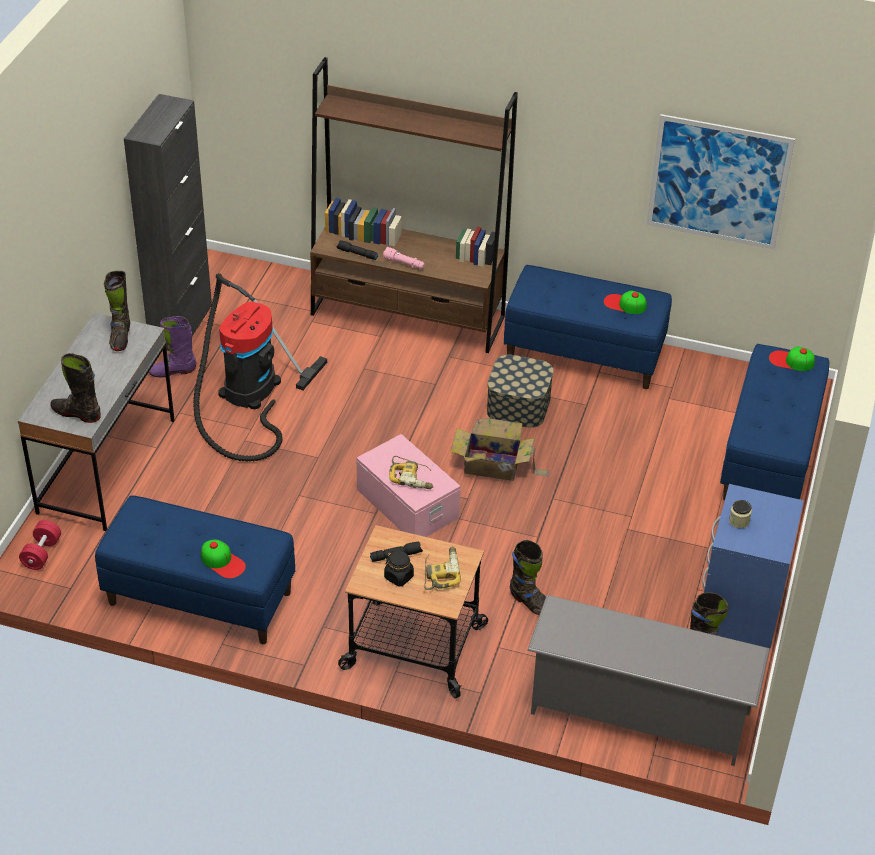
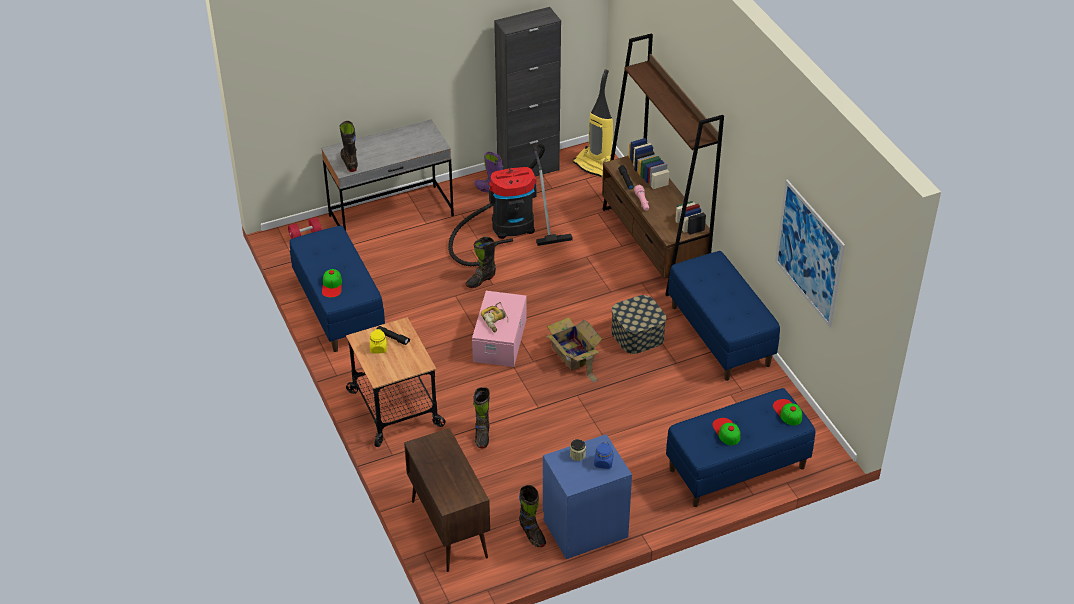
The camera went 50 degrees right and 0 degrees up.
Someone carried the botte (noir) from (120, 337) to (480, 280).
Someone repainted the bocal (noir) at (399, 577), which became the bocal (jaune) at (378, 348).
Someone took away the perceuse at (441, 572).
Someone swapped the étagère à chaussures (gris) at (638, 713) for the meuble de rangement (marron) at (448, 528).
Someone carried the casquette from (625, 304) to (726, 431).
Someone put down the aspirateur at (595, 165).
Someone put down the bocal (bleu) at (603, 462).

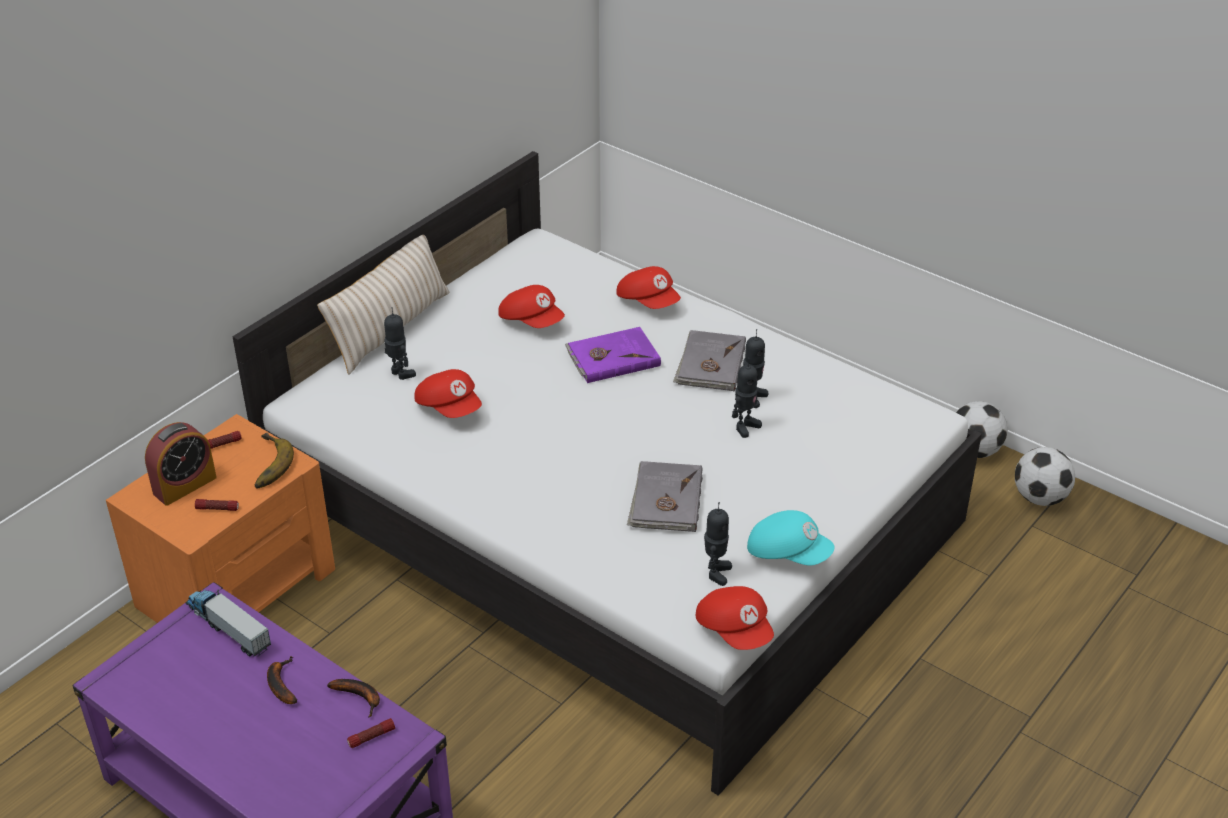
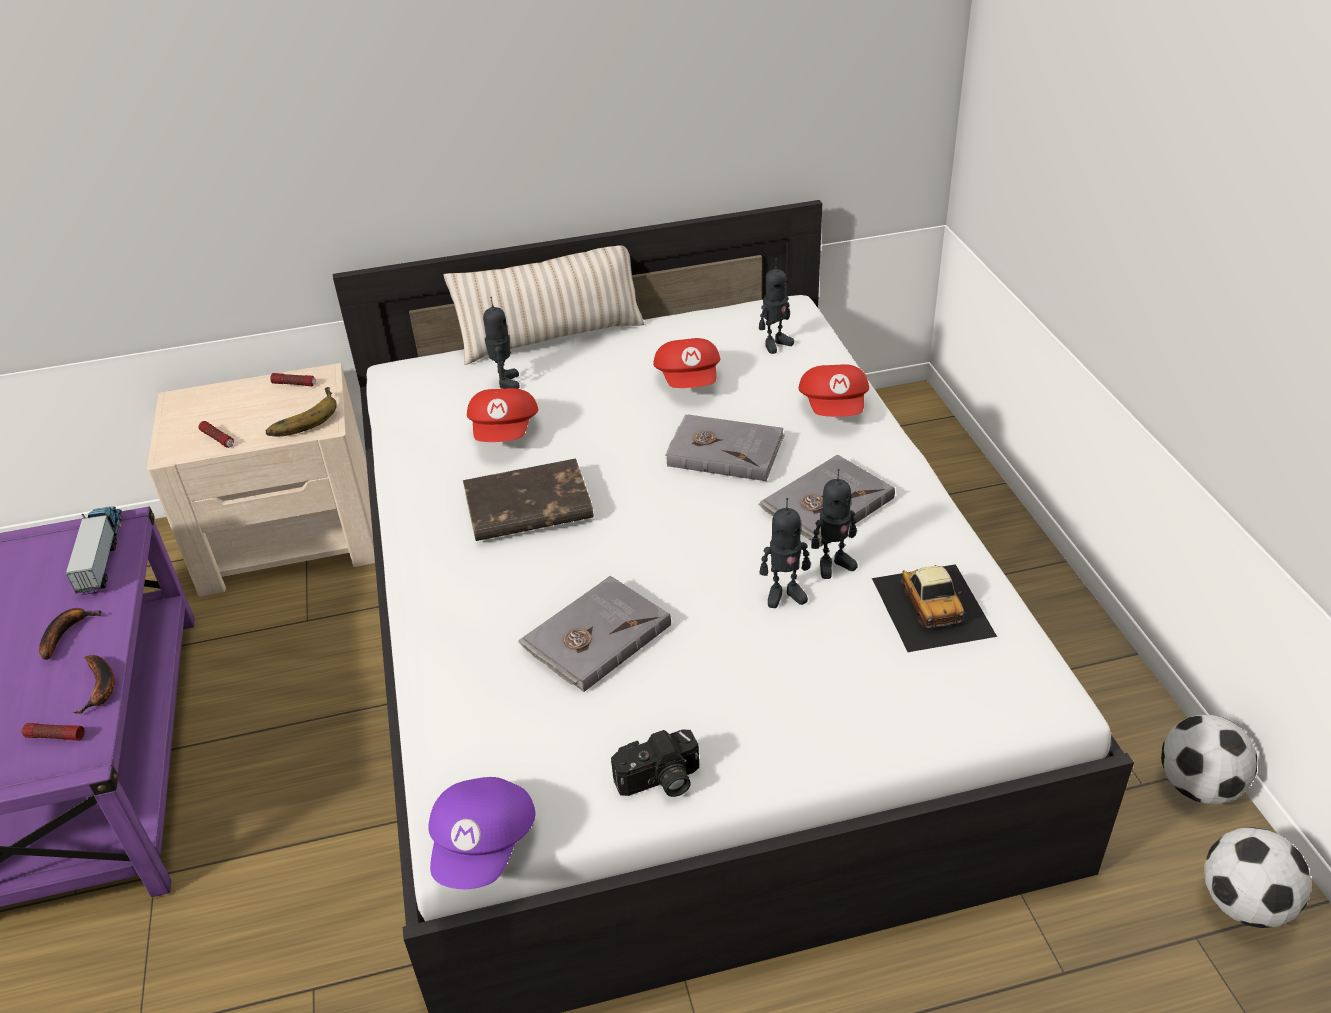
The camera went 40 degrees right and 0 degrees up.
Someone repainted the table de chevet (orange) at (237, 587), which became the table de chevet (beige) at (291, 538).
Someone took away the réveil at (185, 485).
Someone repainted the livre (violet) at (612, 357), which became the livre (gris) at (725, 451).
Someone repainted the casquette (rouge) at (735, 630), which became the casquette (violet) at (485, 846).
Someone carried the robot jouet from (716, 573) to (775, 344).
Someone swapped the casquette (turquoise) at (788, 553) for the appareil photo at (660, 782).
Someone put down the livre (marron) at (527, 507).
Someone put down the petite voiture at (933, 606).

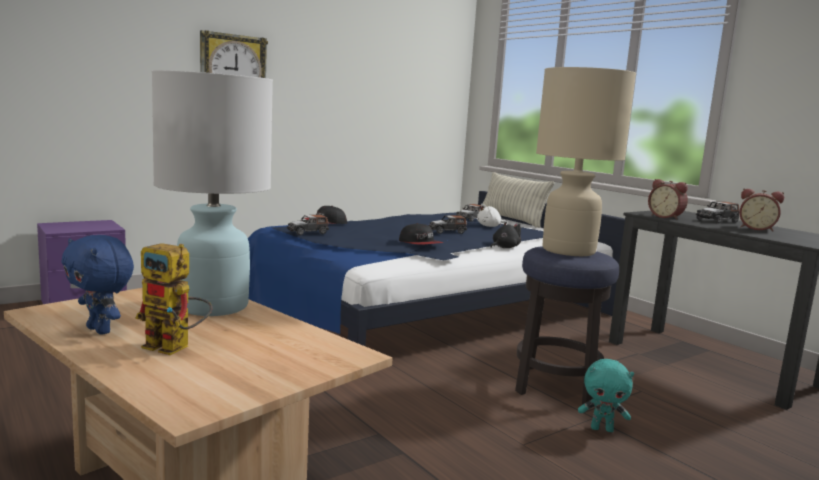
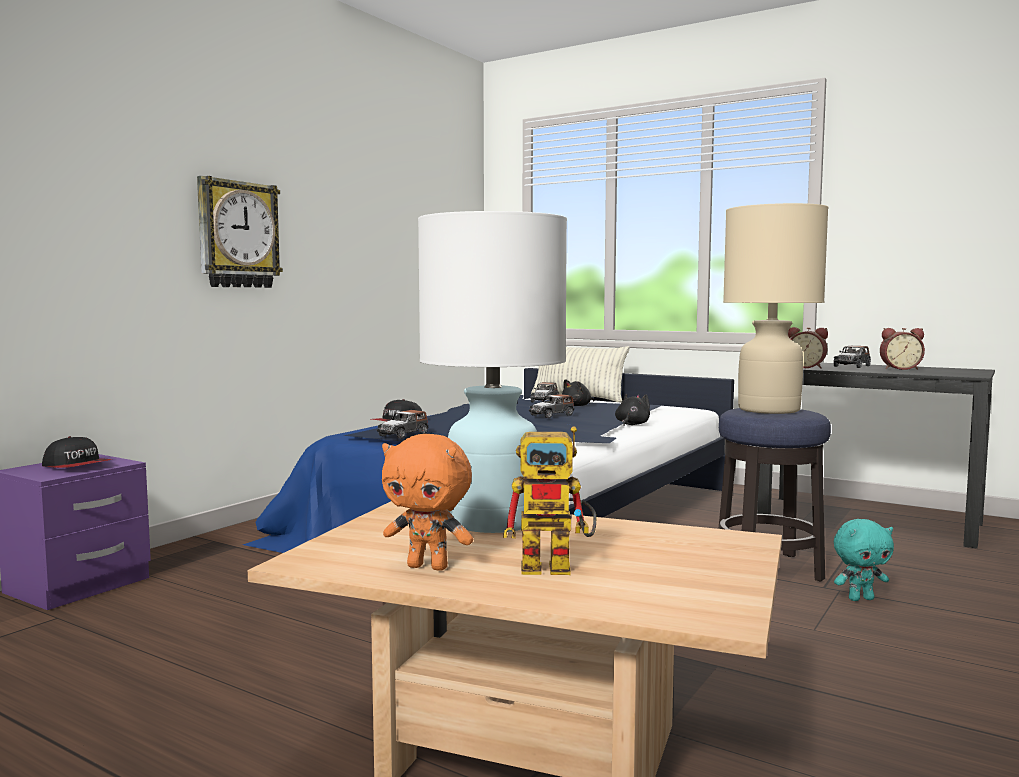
The camera went 20 degrees left and 5 degrees down.
Someone repainted the peluche (bleu) at (101, 330), which became the peluche (orange) at (429, 566).
Someone carried the casquette from (420, 243) to (77, 466).
Someone repainted the peluche (blanc) at (490, 226), which became the peluche (noir) at (578, 405).

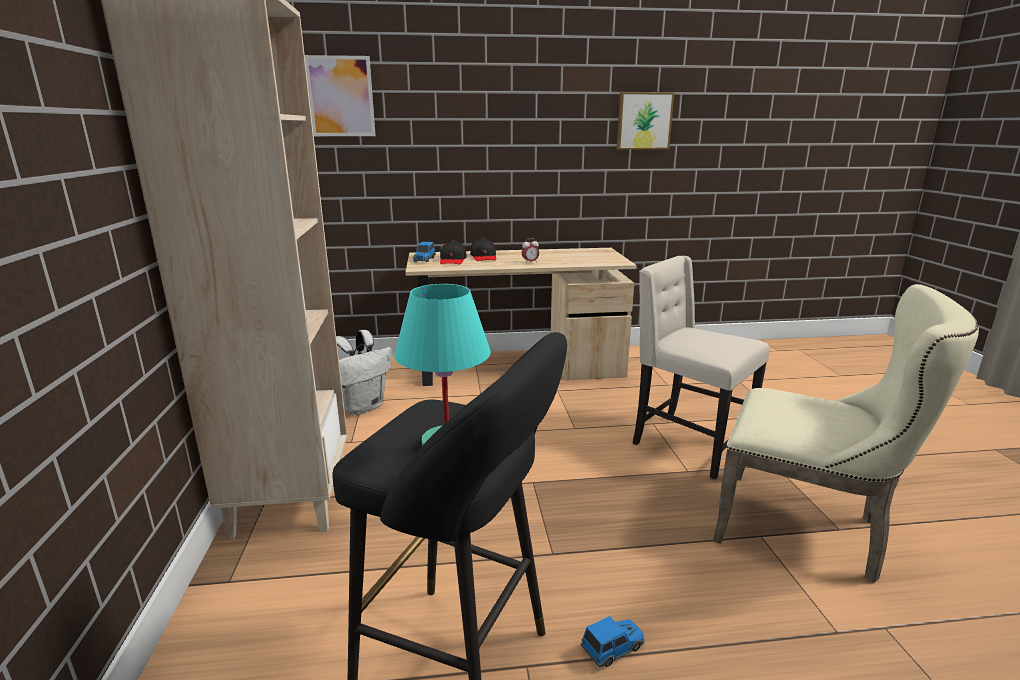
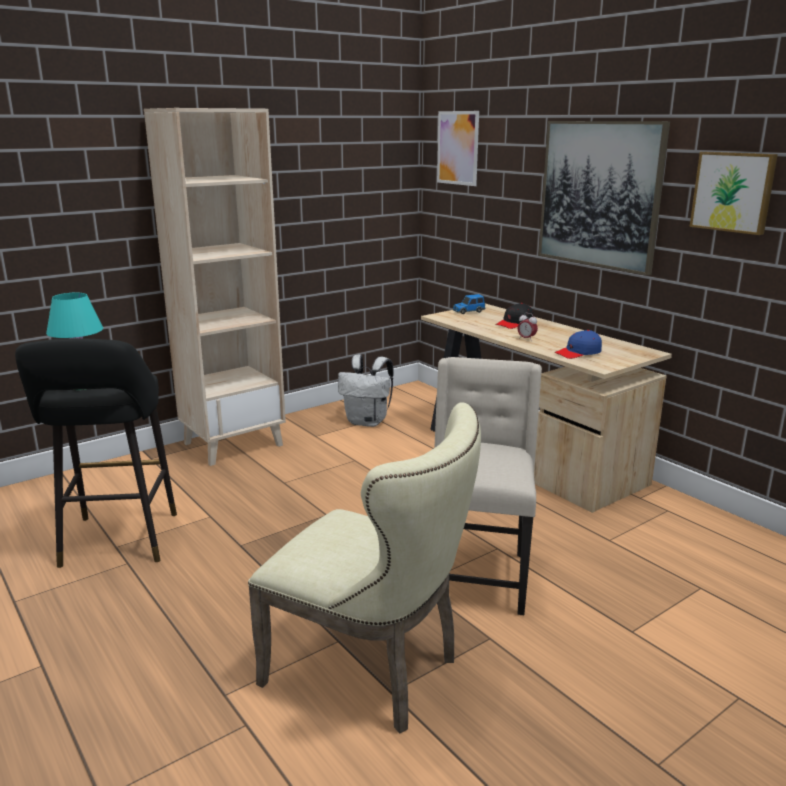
The camera went 60 degrees right and 0 degrees up.
Someone took away the casquette (noir) at (453, 260).
Someone took away the petite voiture at (613, 648).
Someone rotated the chaise (beige) at (809, 529) by 60 degrees counterclockwise.
Someone put up the tableau at (600, 194).
Someone put down the casquette (bleu) at (578, 353).

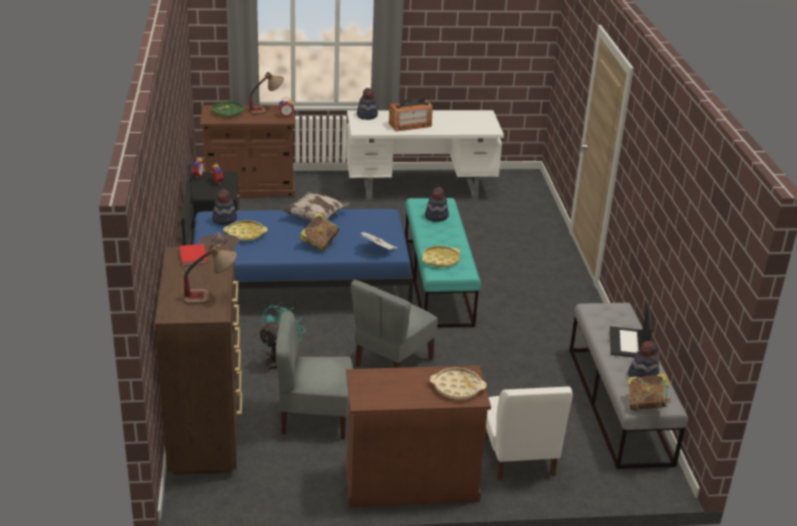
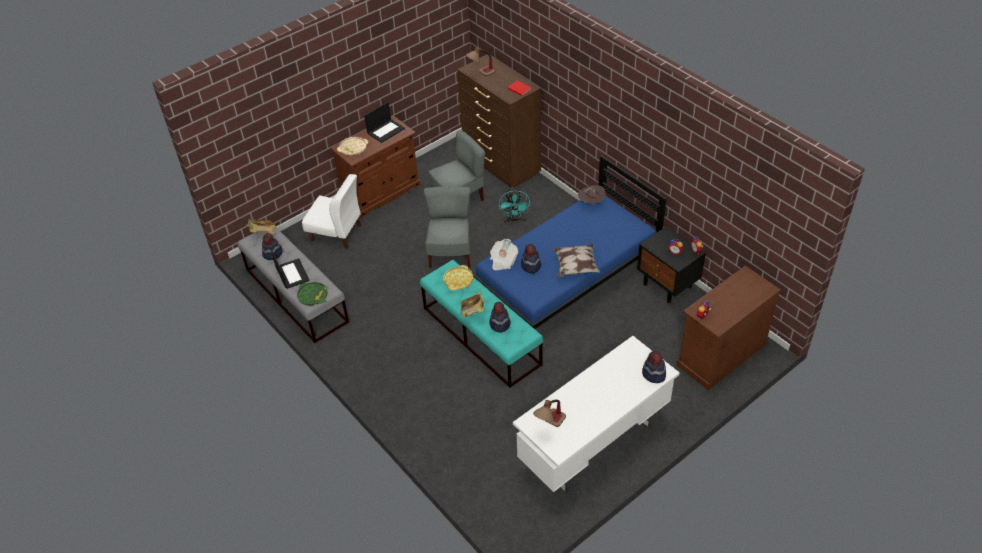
The camera went 150 degrees right and 15 degrees up.
Someone carried the plateau (vert) from (228, 112) to (312, 296).
Someone carried the chapeau from (225, 219) to (530, 266).
Someone took away the plateau (jaune) at (245, 234).
Someone carried the lampe de table from (266, 110) to (549, 426).
Someone carried the livre from (319, 244) to (473, 313).
Someone took away the radio at (410, 125).
Someone rotated the chaise (blanc) at (519, 456) by 150 degrees clockwise.
Someone put down the ordinateur portable at (386, 130).

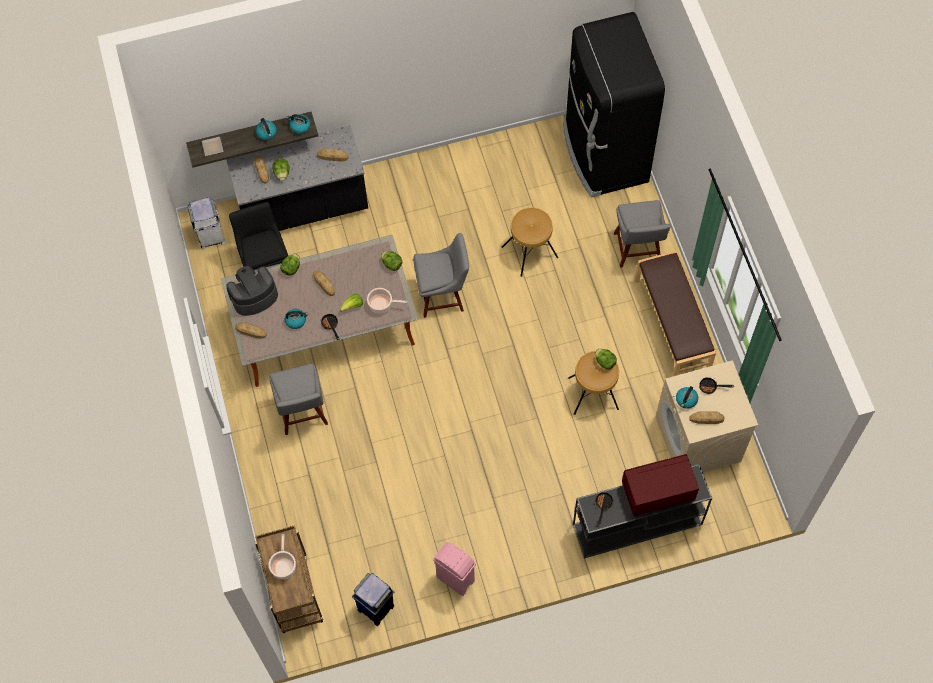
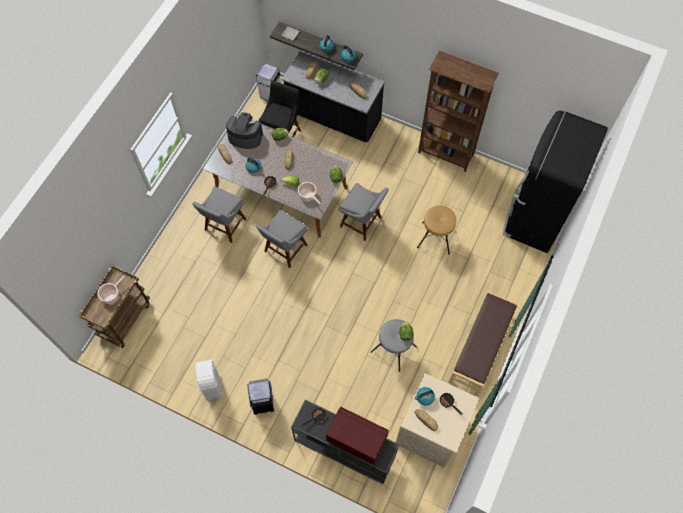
The camera went 40 degrees right and 0 degrees up.
Someone carried the poubelle (bleu) from (376, 607) to (263, 403).
Someone repainted the poubelle (rose) at (455, 579), which became the poubelle (blanc) at (213, 388).
Someone repainted the tabouret (marron) at (593, 393), which became the tabouret (gris) at (393, 349).
Someone carried the chaise (gris) from (637, 250) to (284, 250).
Someone put down the bibliothèque (marron) at (446, 154).

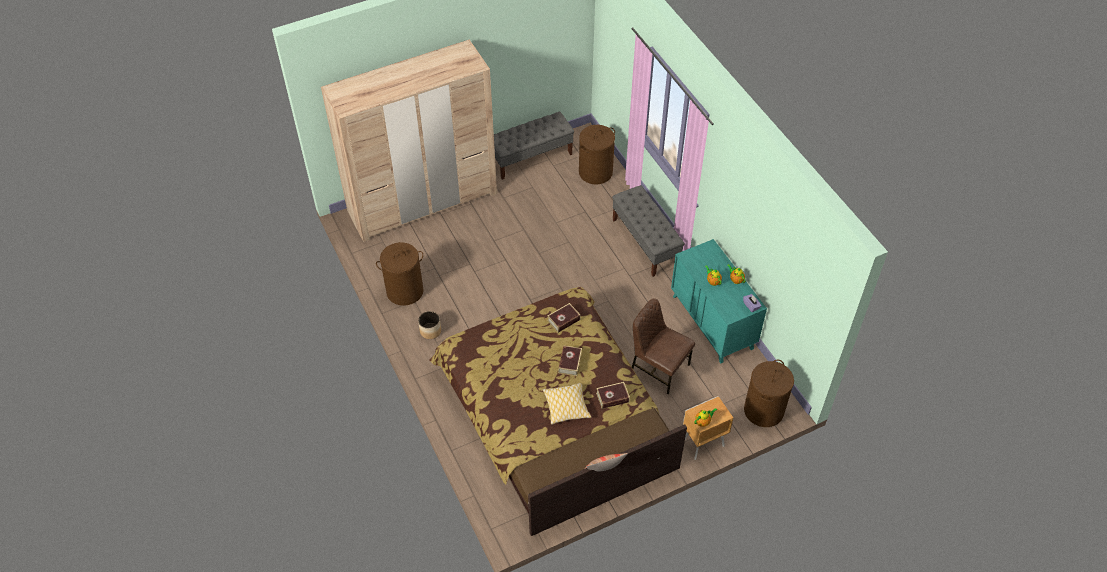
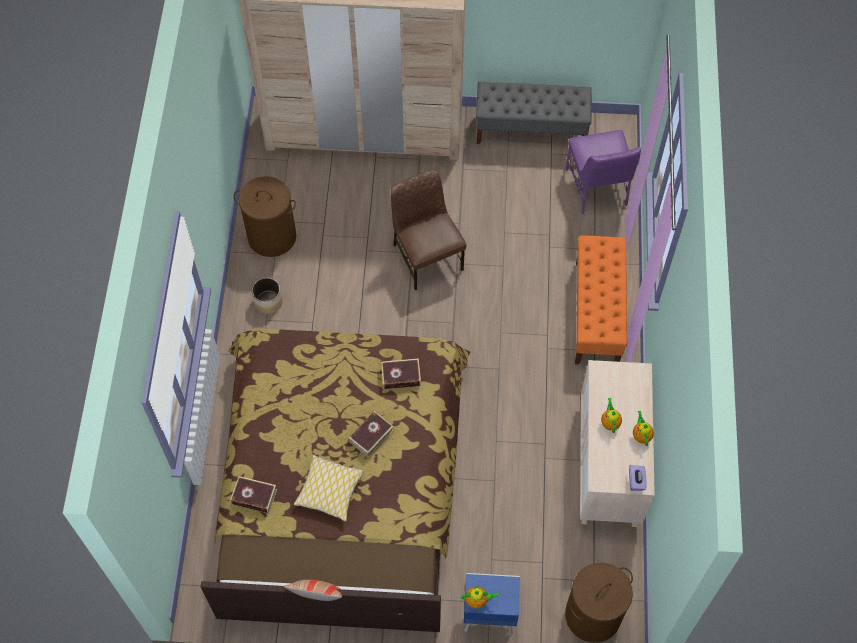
The camera went 30 degrees right and 10 degrees up.
Someone swapped the panier à linge (marron) at (595, 172) for the chaise (violet) at (597, 188).
Someone carried the livre from (612, 397) to (254, 497).
Someone repainted the banc (gris) at (645, 242), which became the banc (orange) at (596, 314).
Someone carried the chaise (marron) from (658, 368) to (426, 256).
Someone repainted the commode (turquoise) at (712, 322), which became the commode (beige) at (608, 464).
Someone repainted the table de chevet (marron) at (702, 443), which became the table de chevet (bleu) at (487, 615).

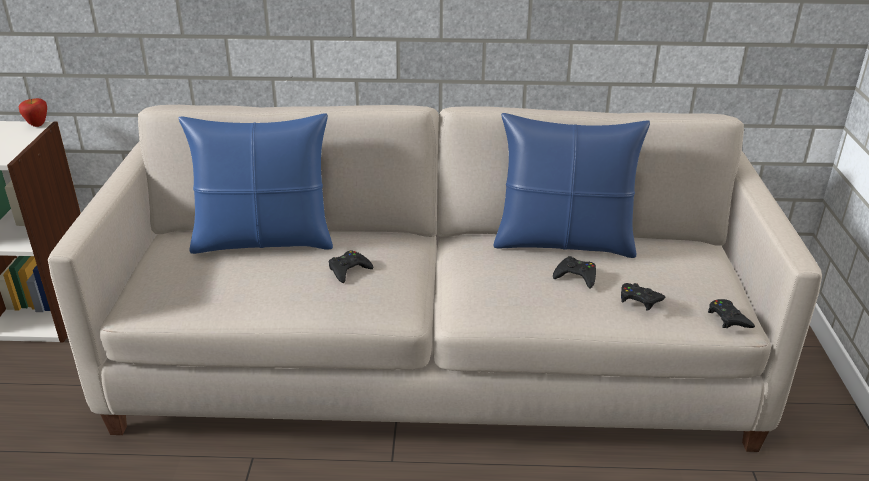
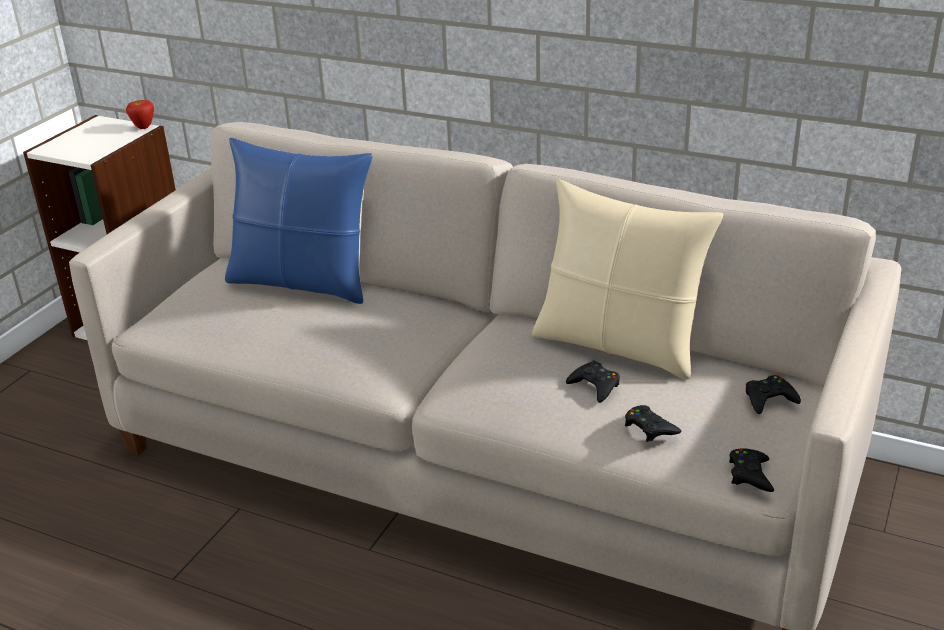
The camera went 25 degrees right and 0 degrees up.
Someone carried the manette (noir) from (349, 270) to (769, 399).
Someone repainted the coussin (bleu) at (564, 242), which became the coussin (beige) at (618, 345).

